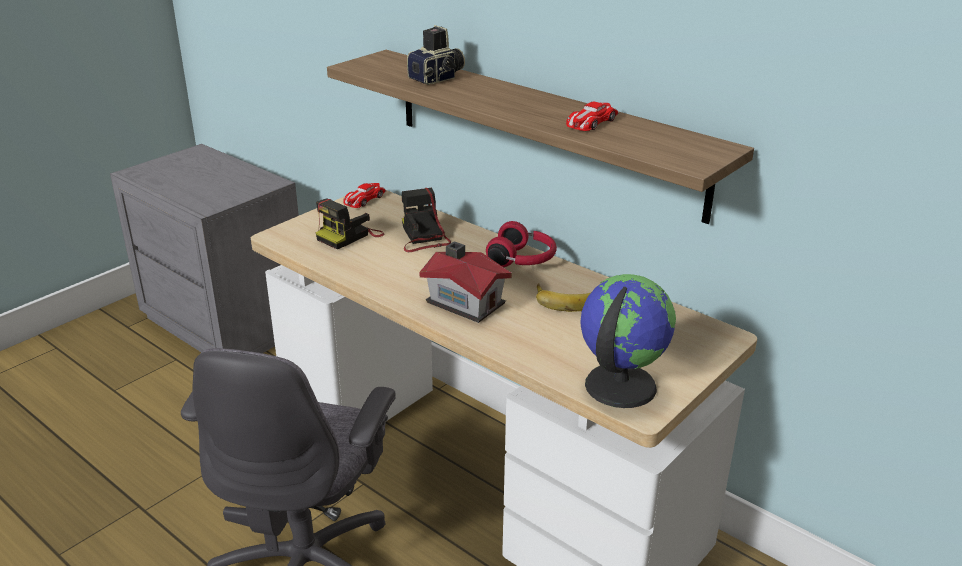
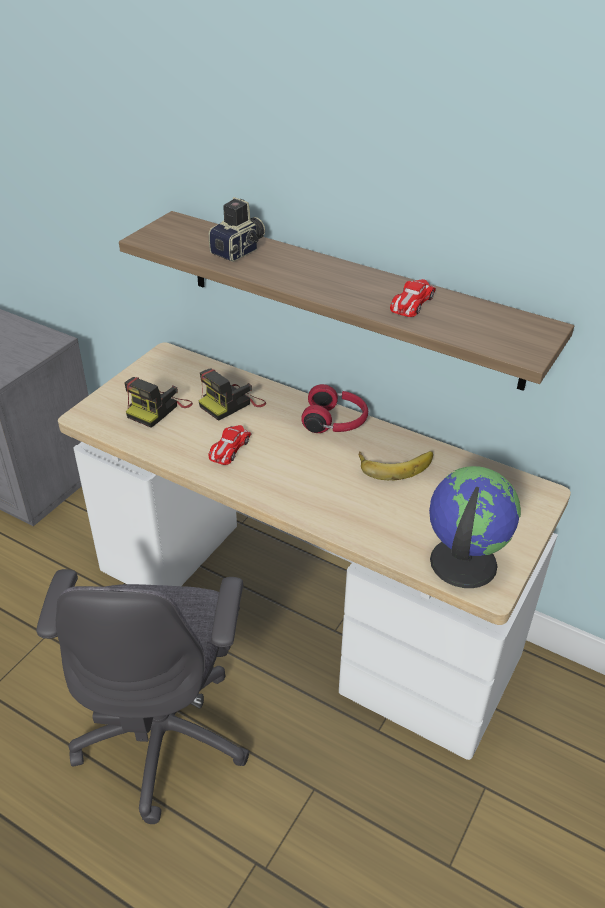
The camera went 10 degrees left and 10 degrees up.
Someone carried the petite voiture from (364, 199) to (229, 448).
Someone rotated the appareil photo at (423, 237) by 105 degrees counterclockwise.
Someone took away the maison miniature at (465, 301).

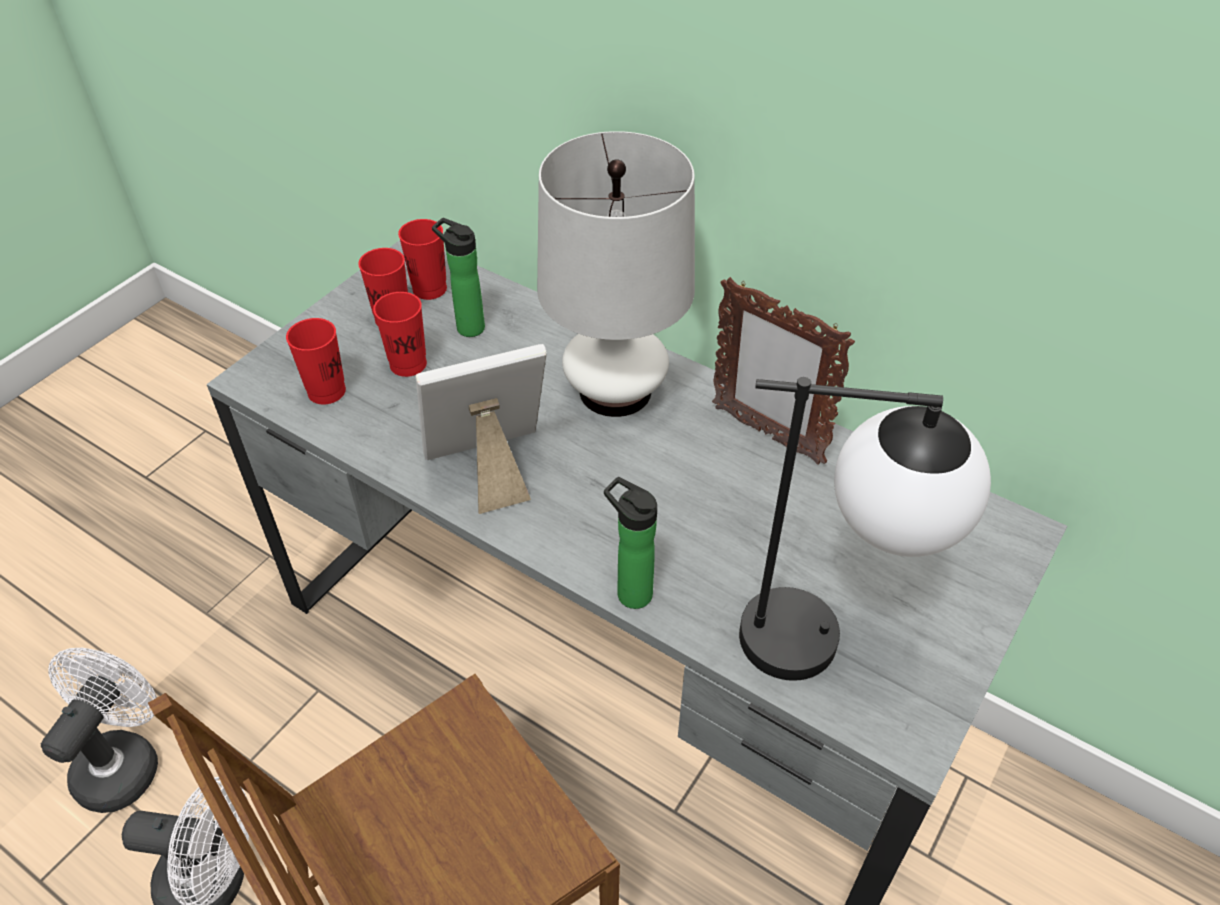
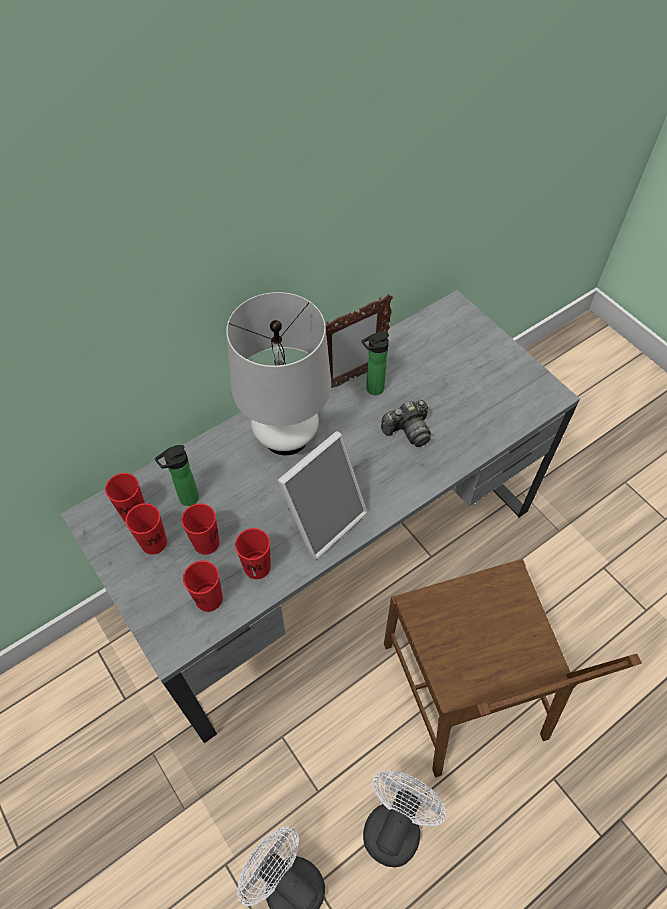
The camera went 70 degrees left and 10 degrees up.
Someone rotated the cadre photo at (489, 470) by 135 degrees counterclockwise.
Someone carried the bouteille from (630, 591) to (372, 389).
Someone took away the lampe de table at (829, 642).
Someone put down the tasse (rouge) at (257, 567).
Someone put down the appareil photo at (408, 430).

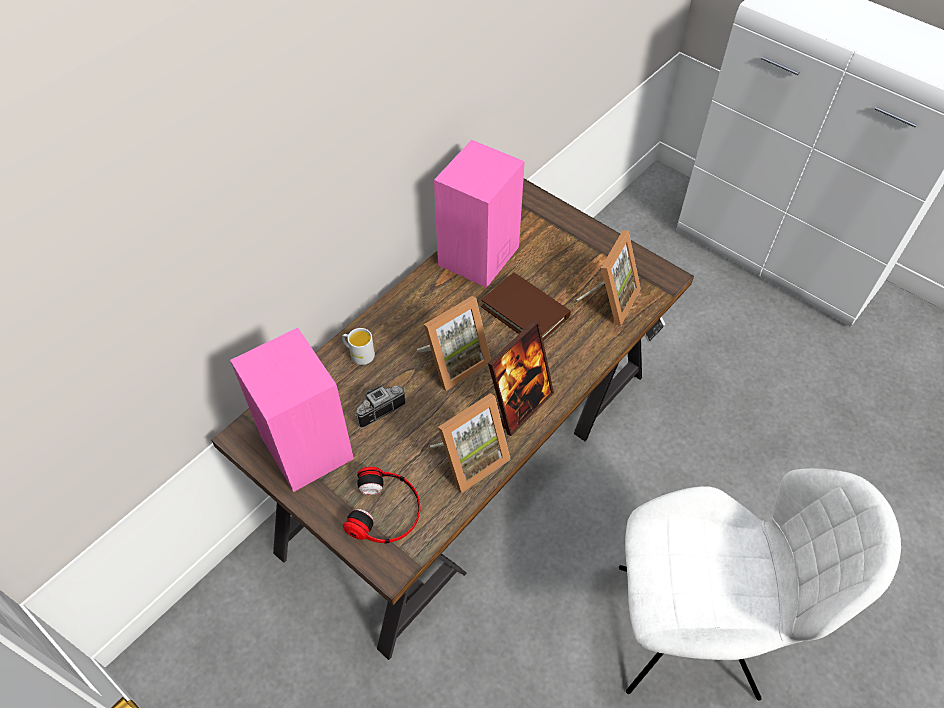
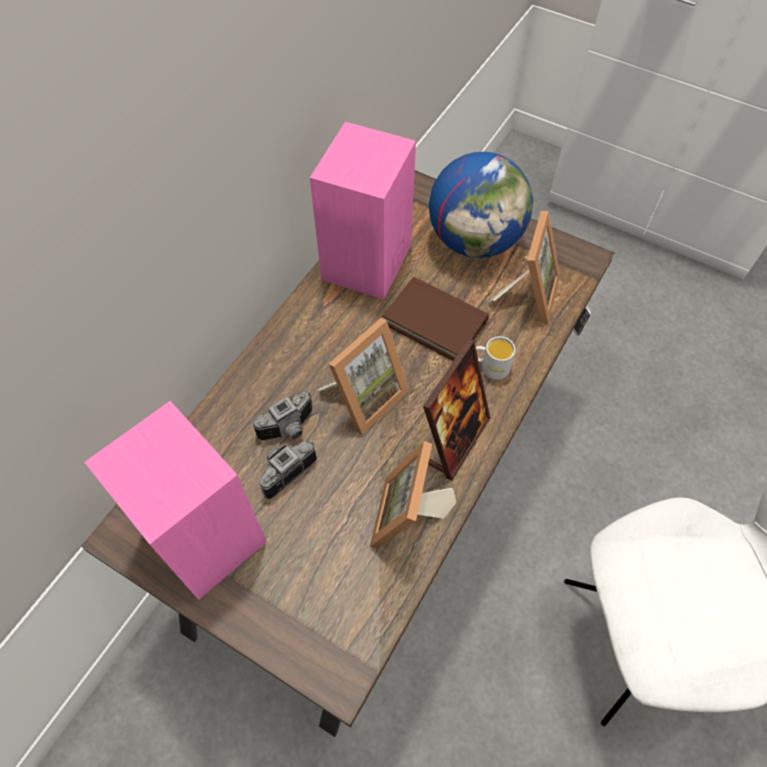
The camera went 10 degrees left and 5 degrees up.
Someone carried the mug (blanc) from (358, 354) to (490, 367).
Someone took away the casque audio at (385, 511).
Someone rotated the cadre photo at (470, 459) by 150 degrees clockwise.
Someone put down the appareil photo at (290, 429).
Someone put down the globe at (475, 240).

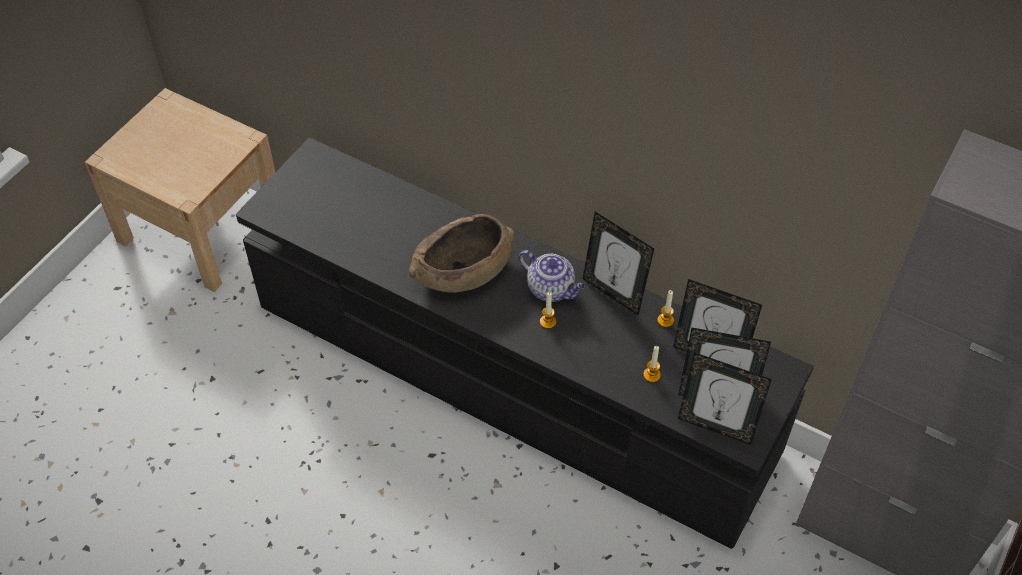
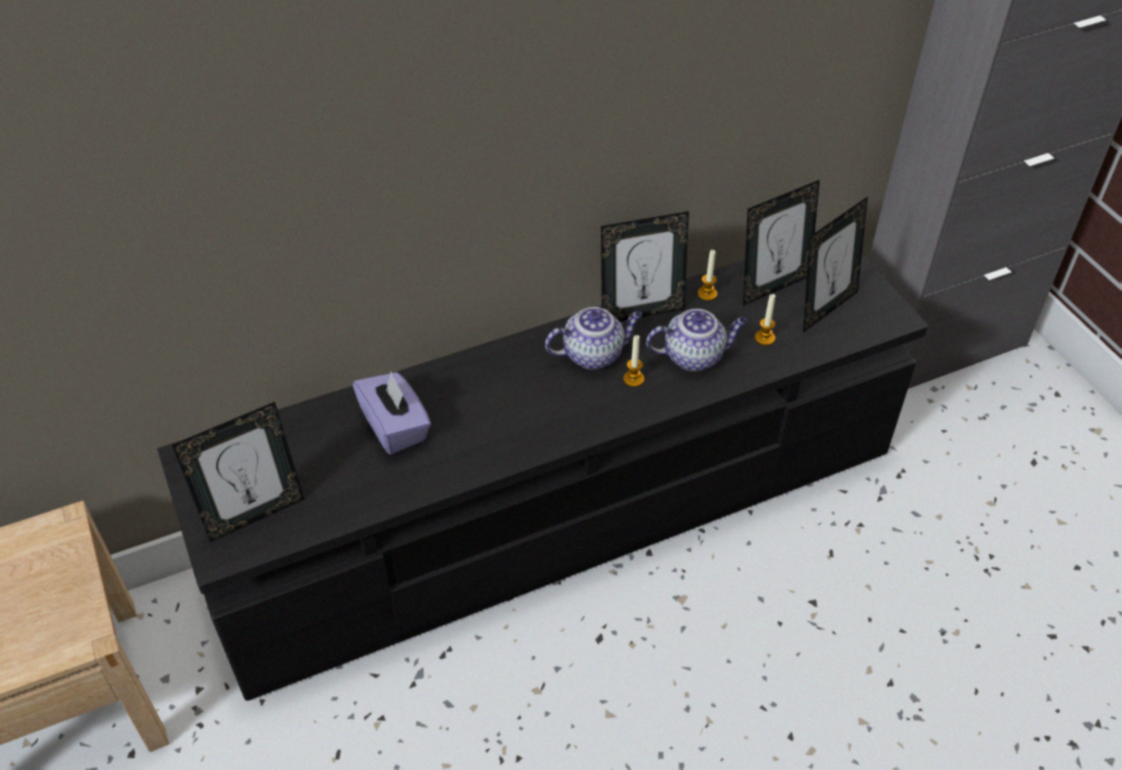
The camera went 55 degrees left and 5 degrees down.
Someone took away the bol (marron) at (463, 271).
Someone carried the cadre photo from (715, 426) to (254, 514).
Someone put down the boîte à mouchoirs (violet) at (395, 427).
Someone put down the théière at (694, 356).

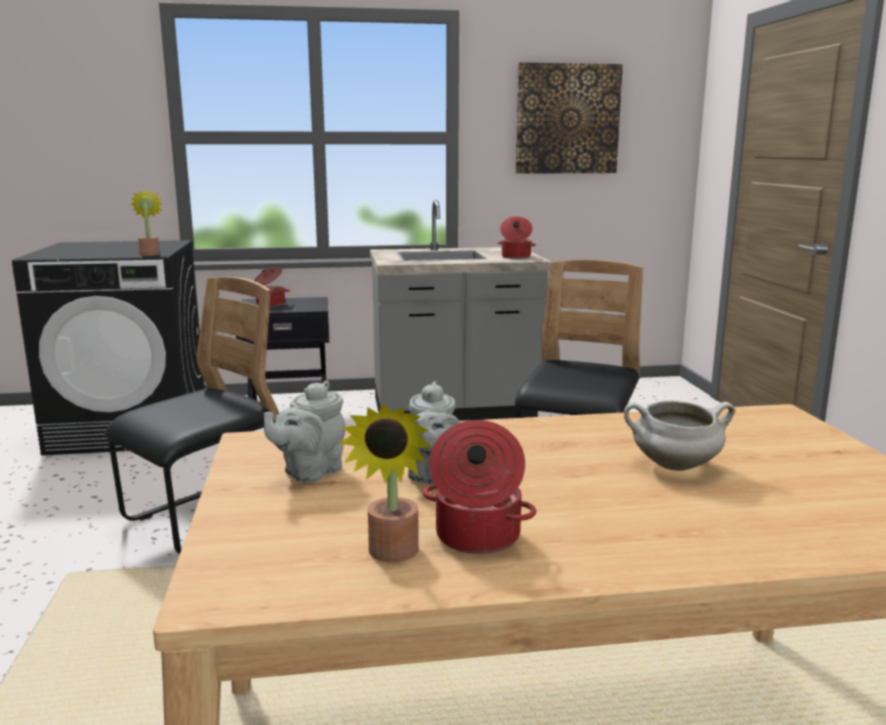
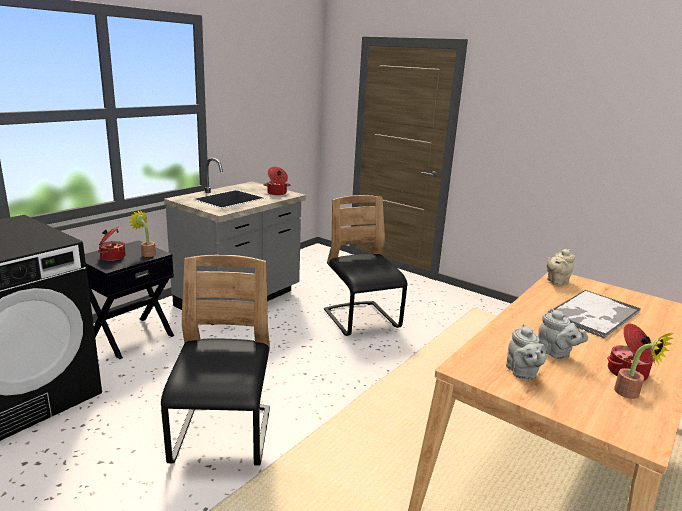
The camera went 45 degrees left and 5 degrees up.
Someone carried the plante en pot from (150, 254) to (146, 254).
Someone took away the tableau at (567, 119).
Someone swapped the marmite (blanc) at (674, 466) for the plateau at (593, 314).
Someone put down the théière (beige) at (556, 281).

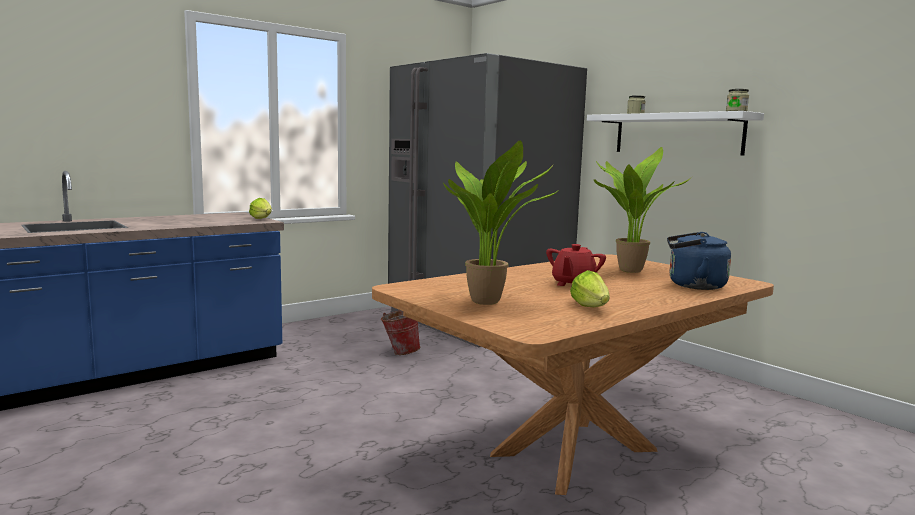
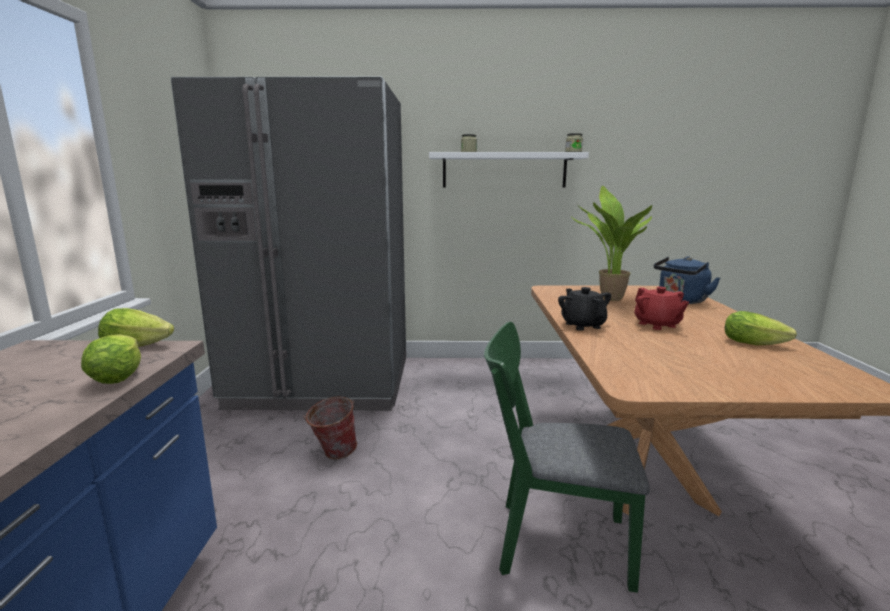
The camera went 50 degrees left and 5 degrees up.
Someone took away the plante en pot at (490, 302).
Someone put down the laitue at (120, 374).
Someone put down the chaise (vert) at (551, 542).
Someone put down the théière (noir) at (582, 325).

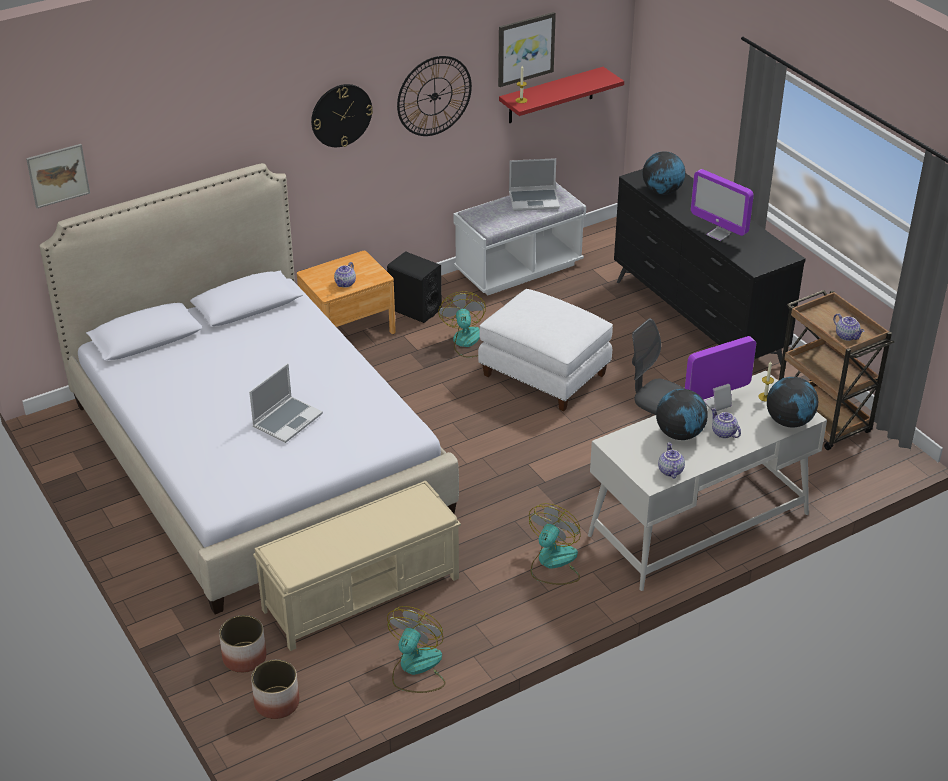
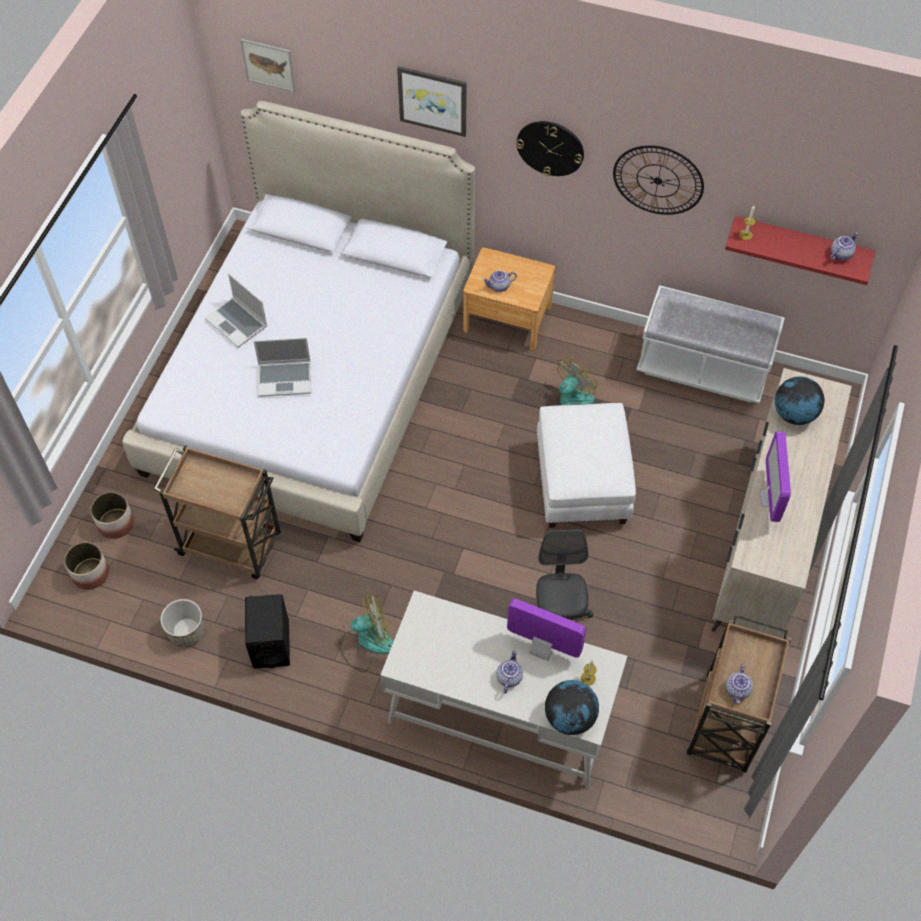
The camera went 50 degrees right and 20 degrees up.
Someone swapped the banc (beige) at (362, 593) for the chariot (marron) at (232, 545).
Someone carried the enceinte (noir) from (415, 309) to (271, 644).
Someone swapped the ventilateur at (416, 668) for the cache-pot at (187, 632).
Someone carried the tableau from (525, 48) to (433, 100).
Someone carried the ordinateur portable from (534, 200) to (238, 323).
Someone repainted the commode (noir) at (697, 323), which became the commode (beige) at (764, 544).
Someone took away the globe at (679, 434).
Someone carried the théière from (670, 471) to (840, 254).

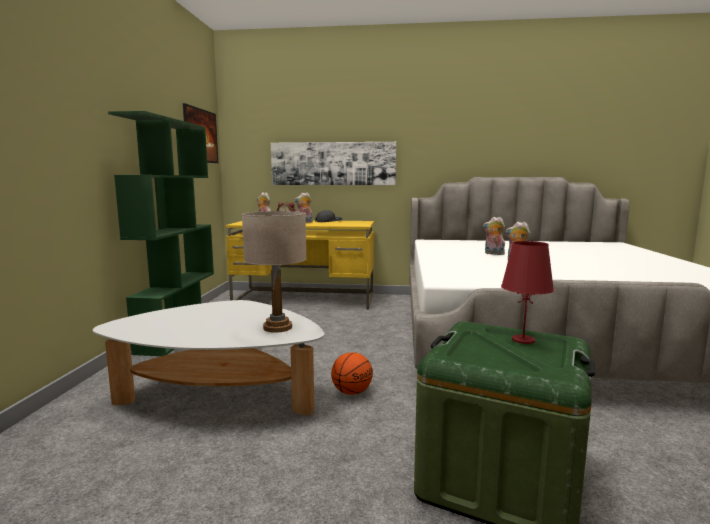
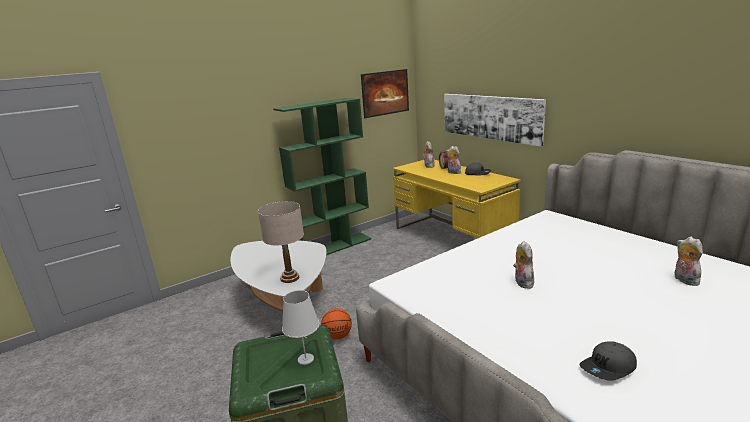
The camera went 50 degrees right and 10 degrees up.
Someone carried the peluche from (493, 254) to (684, 280).
Someone repainted the lampe de table (rouge) at (523, 340), which became the lampe de table (blanc) at (305, 359).
Someone put down the casquette (gris) at (608, 368).

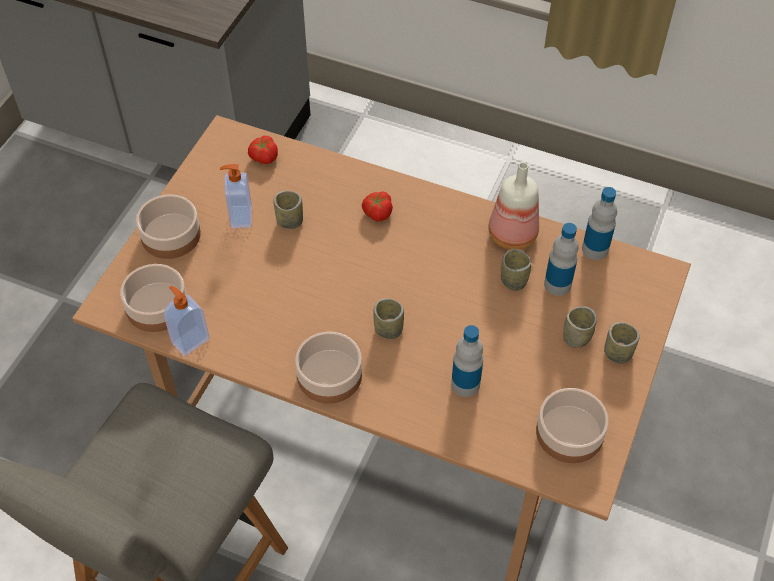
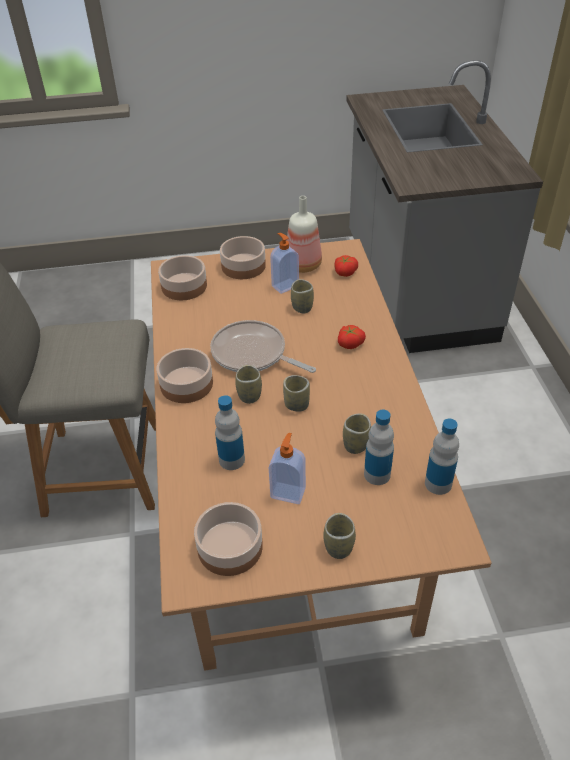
The camera went 60 degrees right and 10 degrees down.
Someone carried the distributeur de savon from (190, 340) to (288, 492).
Someone carried the bouteille from (511, 236) to (302, 265).
Someone carried the tasse from (576, 337) to (296, 404).
Someone put down the poêle at (252, 354).

